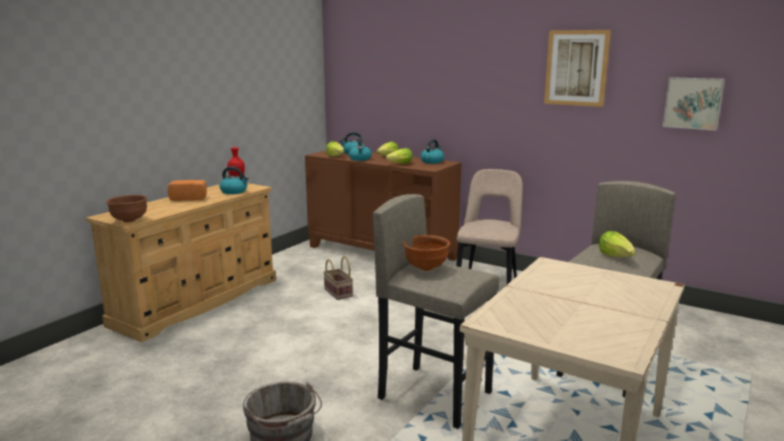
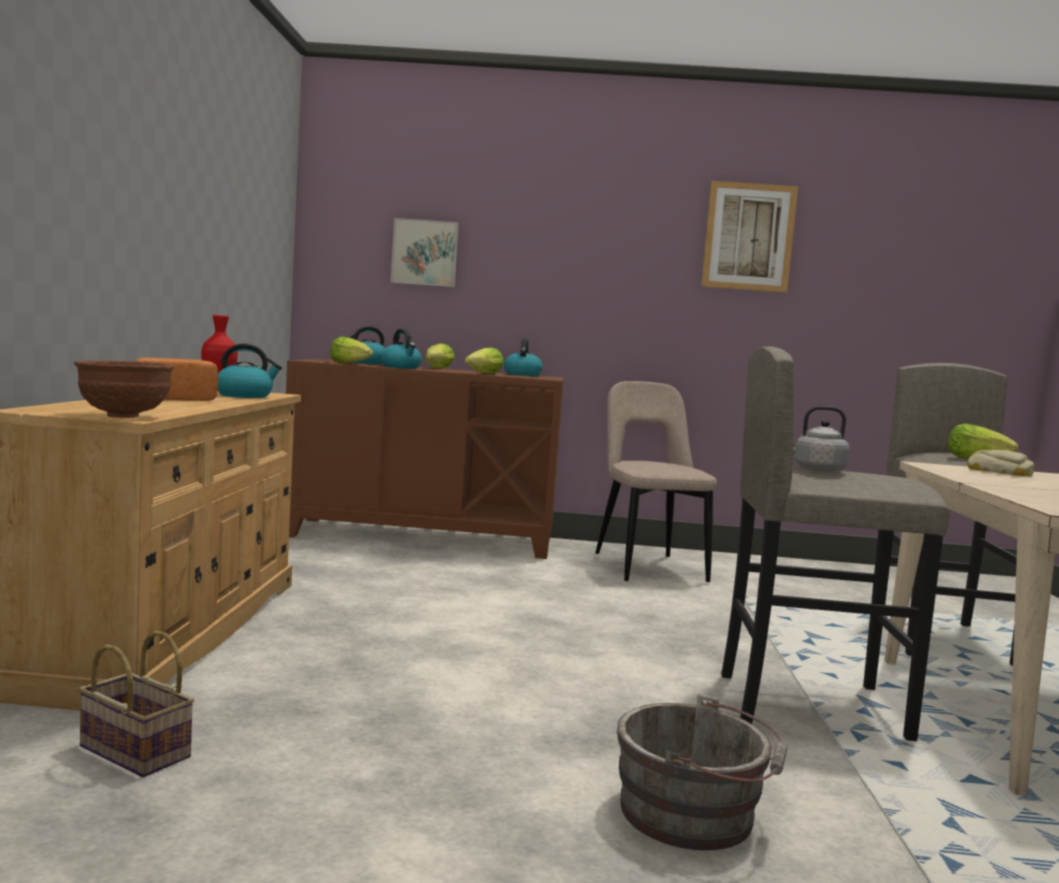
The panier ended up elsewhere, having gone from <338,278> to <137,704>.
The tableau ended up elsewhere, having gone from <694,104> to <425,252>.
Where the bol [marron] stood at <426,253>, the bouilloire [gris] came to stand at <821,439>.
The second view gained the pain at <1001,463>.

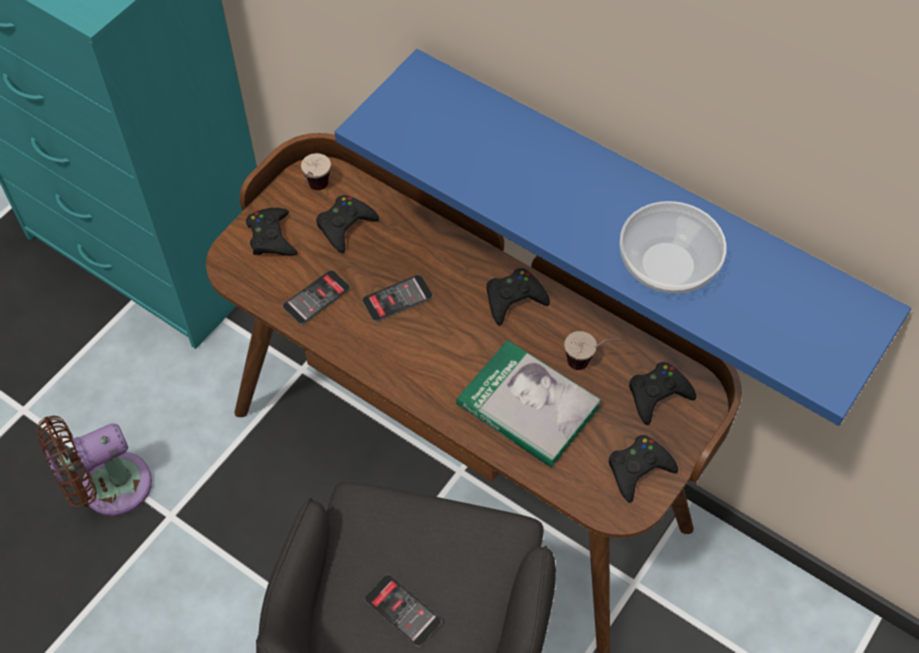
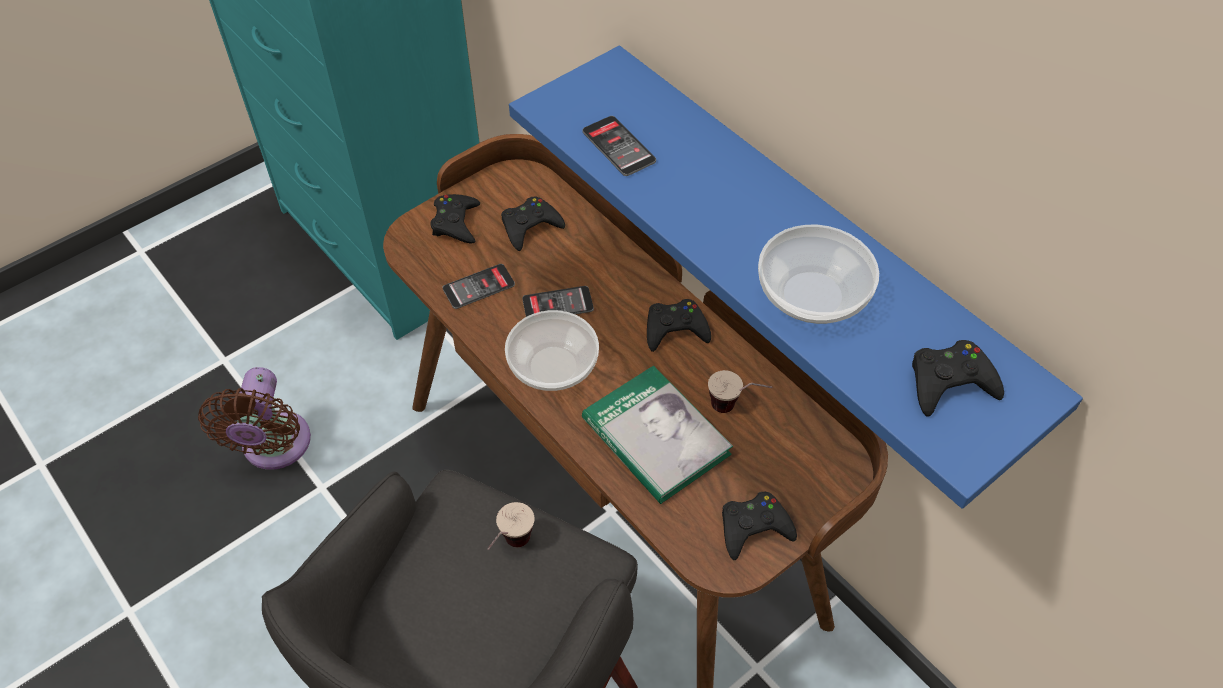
The ventilateur [marron] at <94,466> ended up facing another way, 75 degrees counterclockwise from before.
The tasse ended up elsewhere, having gone from <316,171> to <511,526>.
The second view gained the bol at <552,350>.
The téléphone ended up elsewhere, having gone from <403,611> to <619,146>.
The manette [noir] ended up elsewhere, having gone from <662,393> to <958,378>.

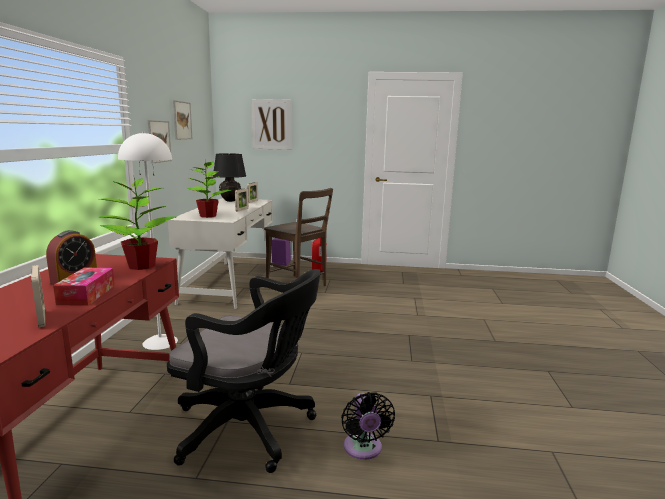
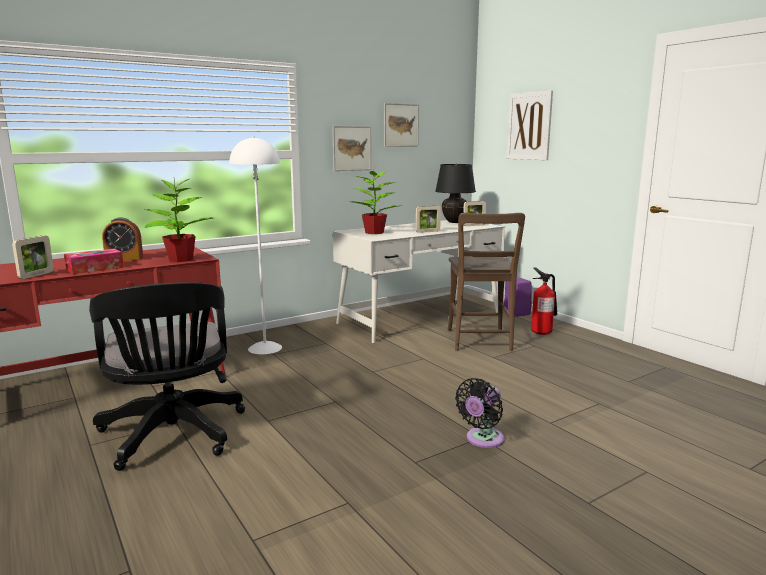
The ventilateur [noir] ended up elsewhere, having gone from <368,426> to <480,413>.

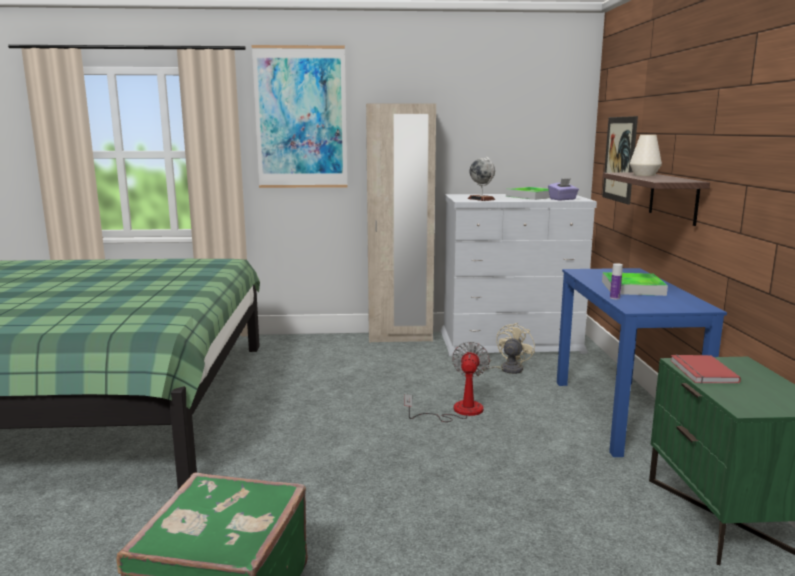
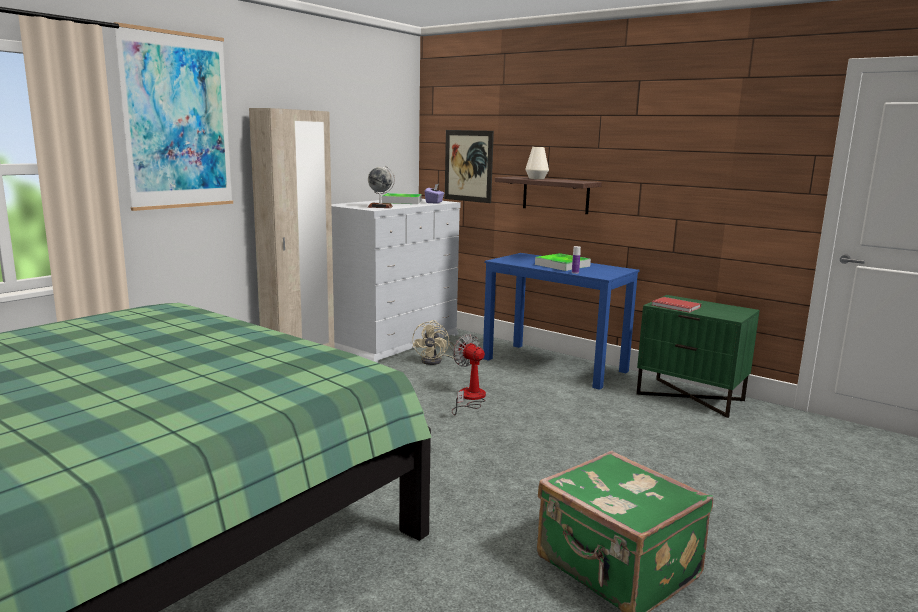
The ventilateur [beige] at <507,348> ended up facing another way, 150 degrees counterclockwise from before.

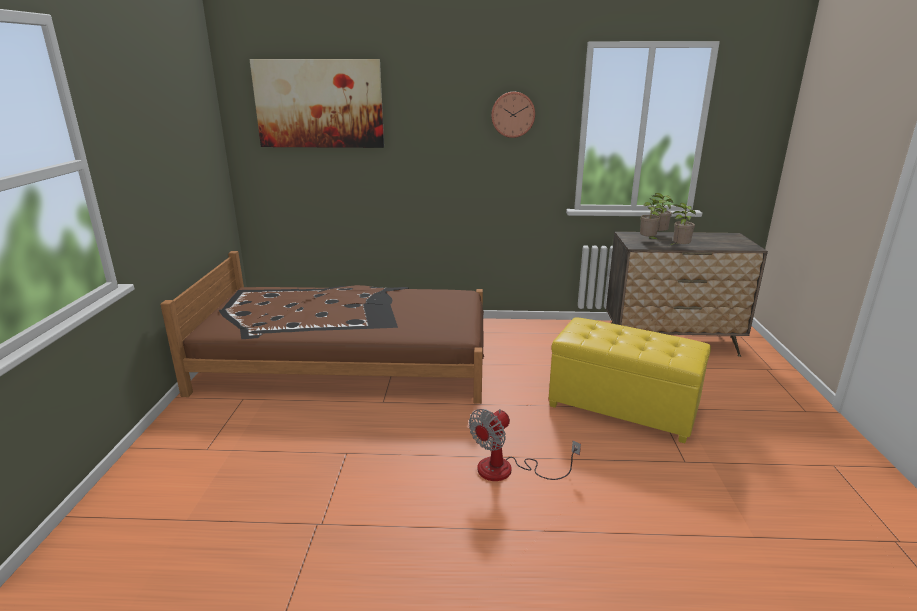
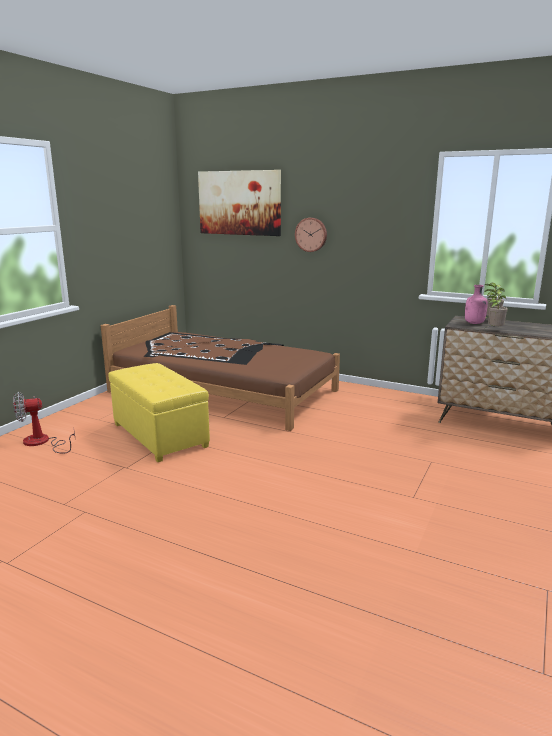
The ventilateur ended up elsewhere, having gone from <525,445> to <44,422>.
The pouf [jaune] ended up elsewhere, having gone from <630,380> to <159,412>.
The horloge murale ended up elsewhere, having gone from <513,115> to <311,235>.
Where the plante en pot stood at <653,218>, the bouteille [rose] came to stand at <476,304>.

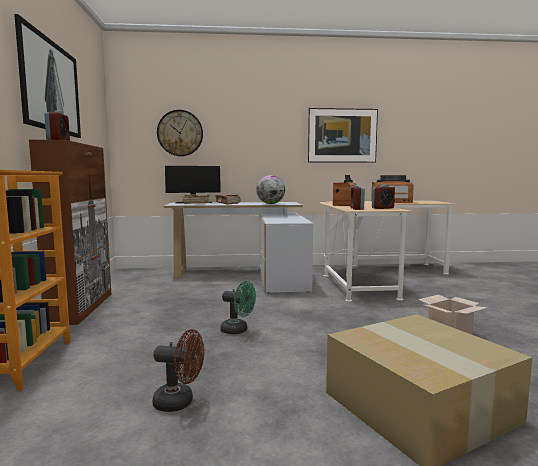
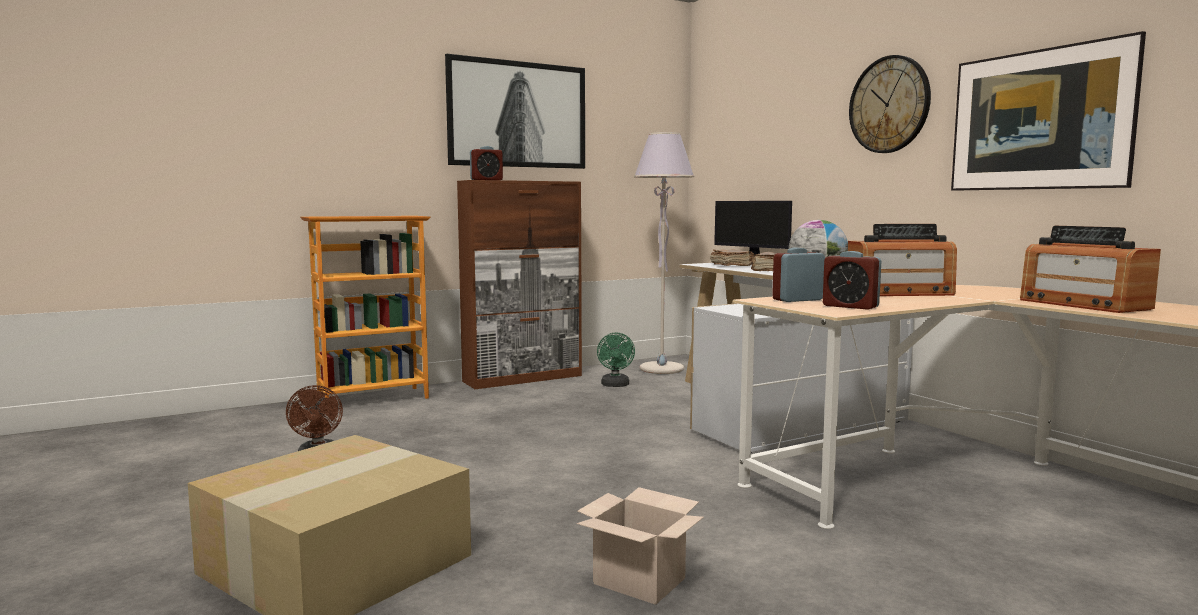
The ventilateur [vert] ended up elsewhere, having gone from <238,307> to <616,360>.
The second view gained the lampadaire [gris] at <664,253>.
The horloge murale ended up elsewhere, having gone from <180,133> to <890,104>.

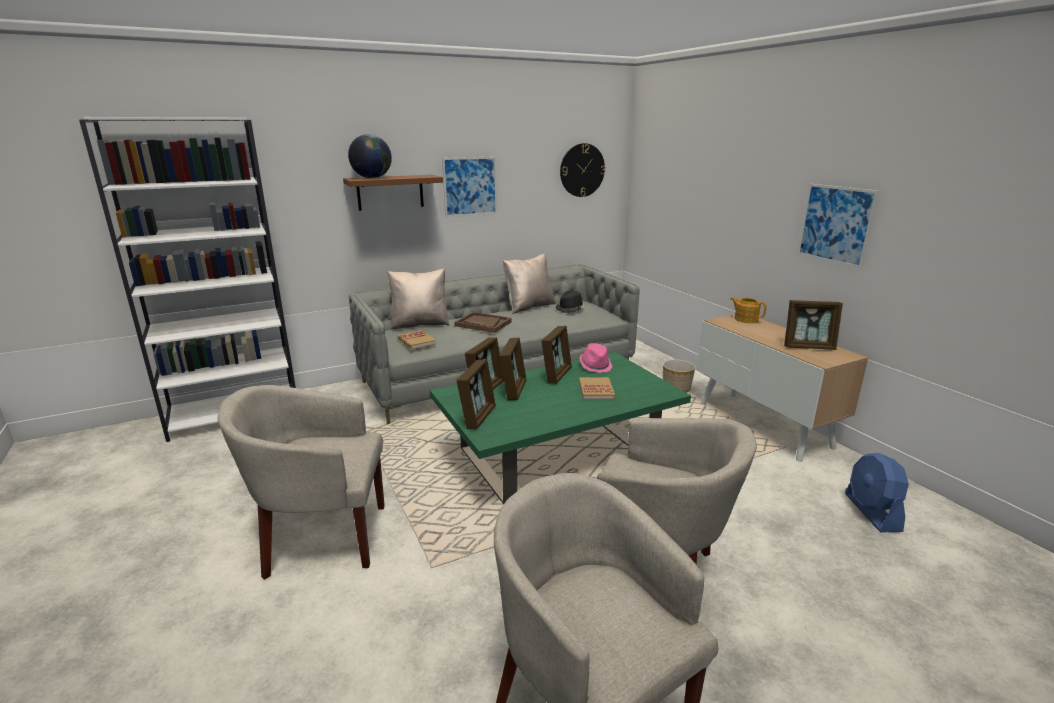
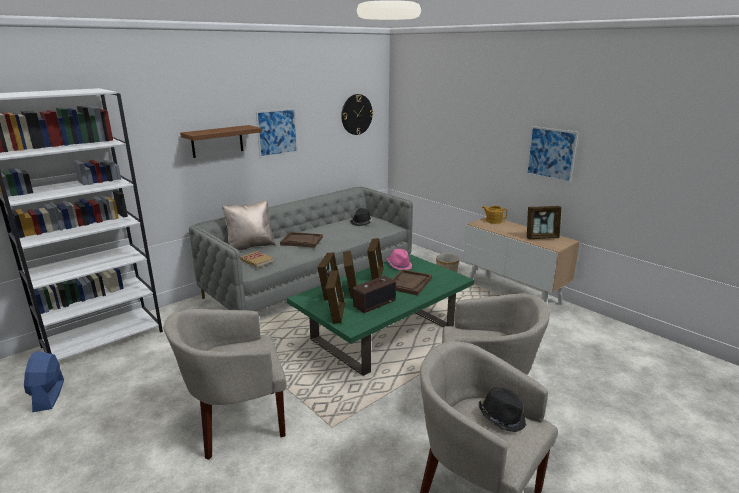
The ventilateur [bleu] ended up elsewhere, having gone from <877,492> to <44,381>.
The second view gained the radio at <374,294>.
Where the livre stood at <597,388>, the plateau [marron] came to stand at <412,282>.
The second view gained the chapeau [noir] at <502,409>.
The second view lost the globe at <370,156>.
The second view lost the coussin [beige] at <529,284>.

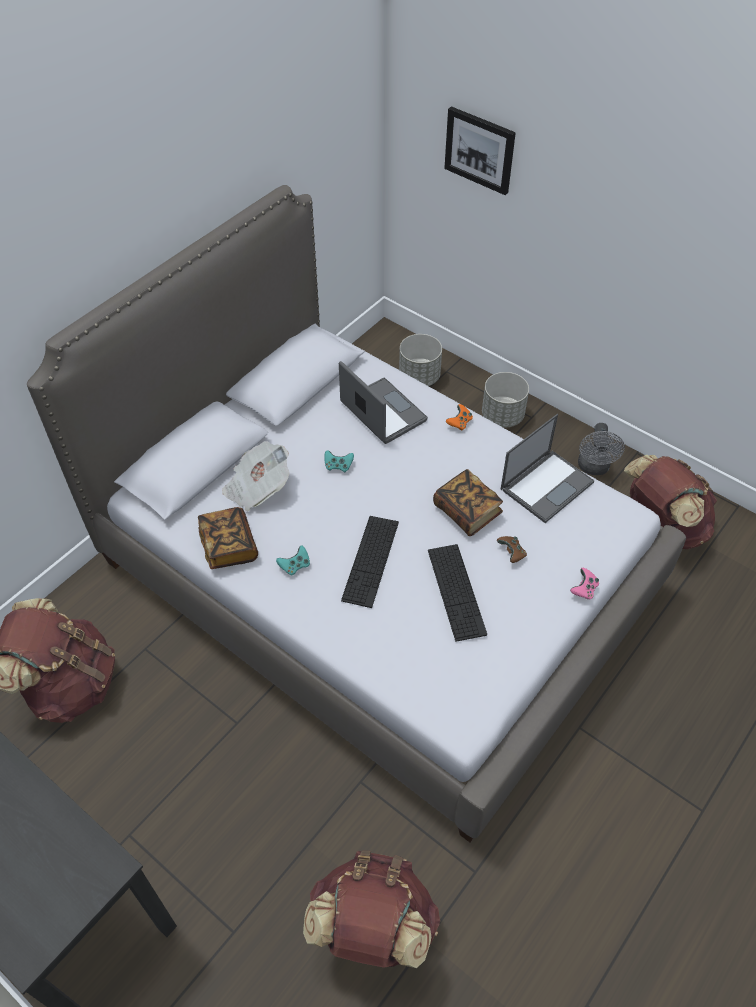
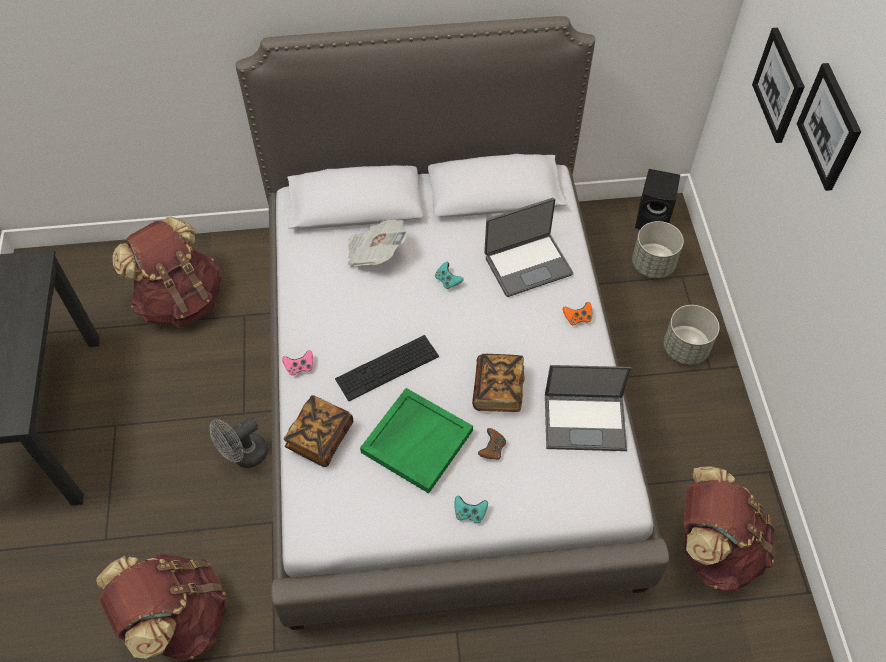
The ventilateur [gris] ended up elsewhere, having gone from <601,449> to <238,442>.
The manette [rose] ended up elsewhere, having gone from <584,583> to <297,363>.
The livre ended up elsewhere, having gone from <228,538> to <318,431>.
Where the clavier stood at <457,593>, the plateau [vert] came to stand at <416,440>.
The manette [turquoise] ended up elsewhere, having gone from <293,560> to <471,509>.
The ordinateur portable at <383,402> ended up facing another way, 60 degrees clockwise from before.
The second view gained the enceinte [noir] at <657,199>.
The second view gained the tableau at <829,127>.

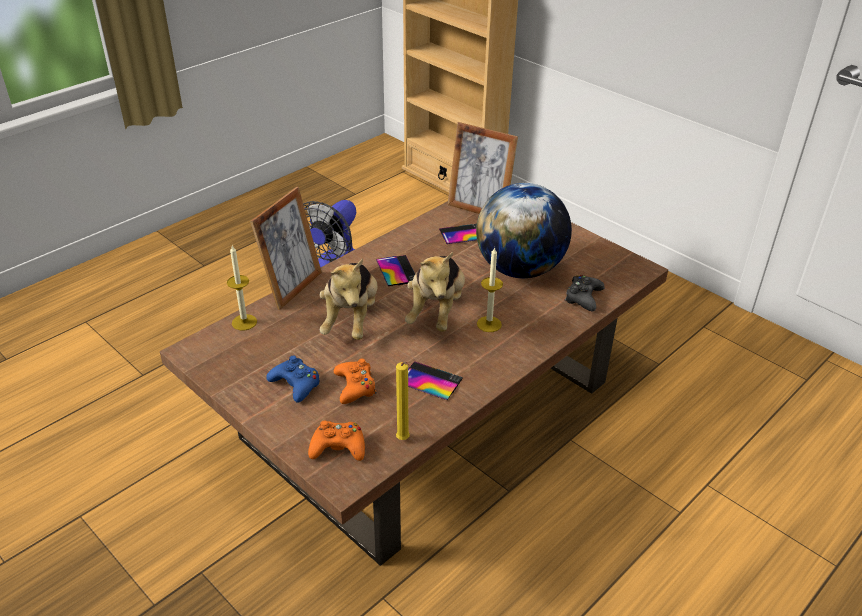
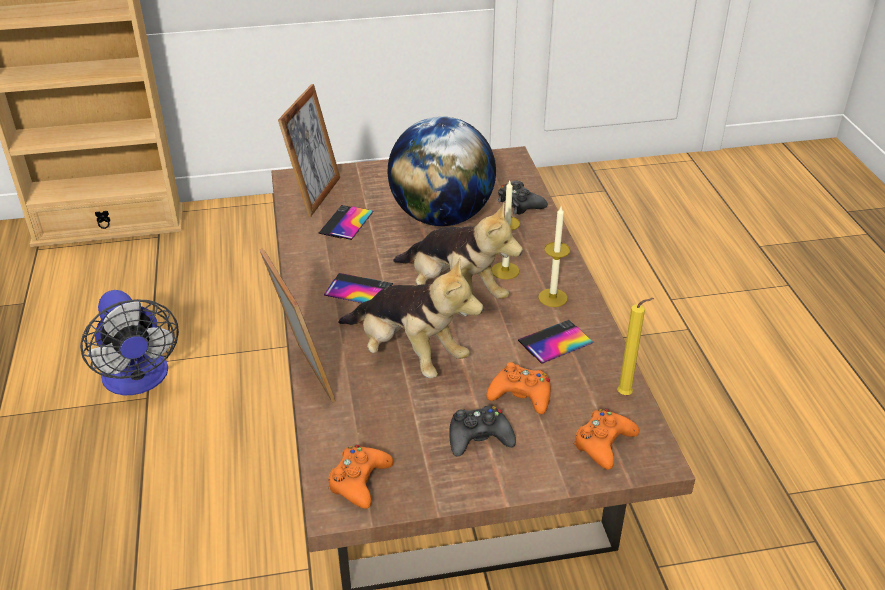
The cadre photo at <483,168> ended up facing another way, 45 degrees counterclockwise from before.
The second view gained the manette [orange] at <360,477>.
What was the manette [bleu] at <293,379> turned into the manette [noir] at <482,431>.
The bougie ended up elsewhere, having gone from <242,287> to <554,257>.

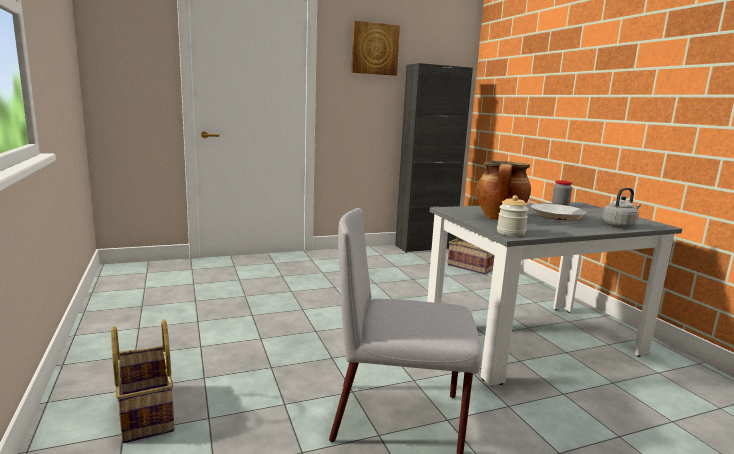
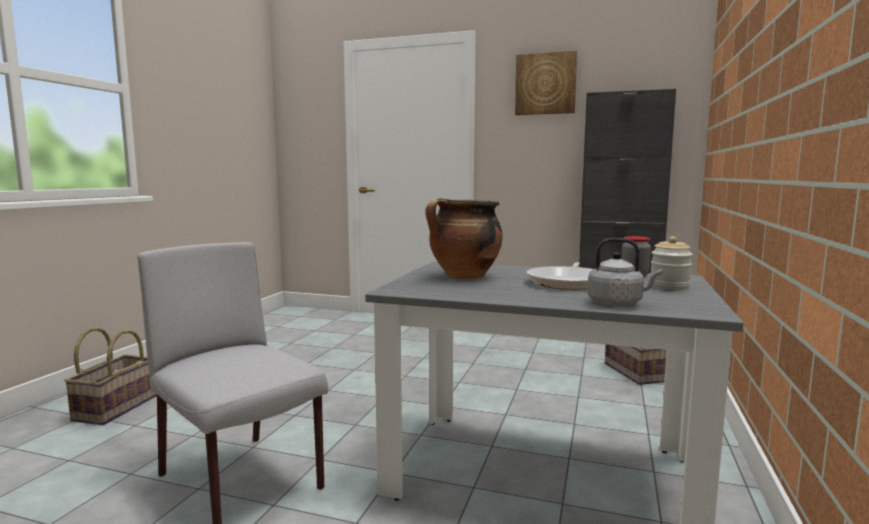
The bocal ended up elsewhere, having gone from <513,215> to <672,263>.

